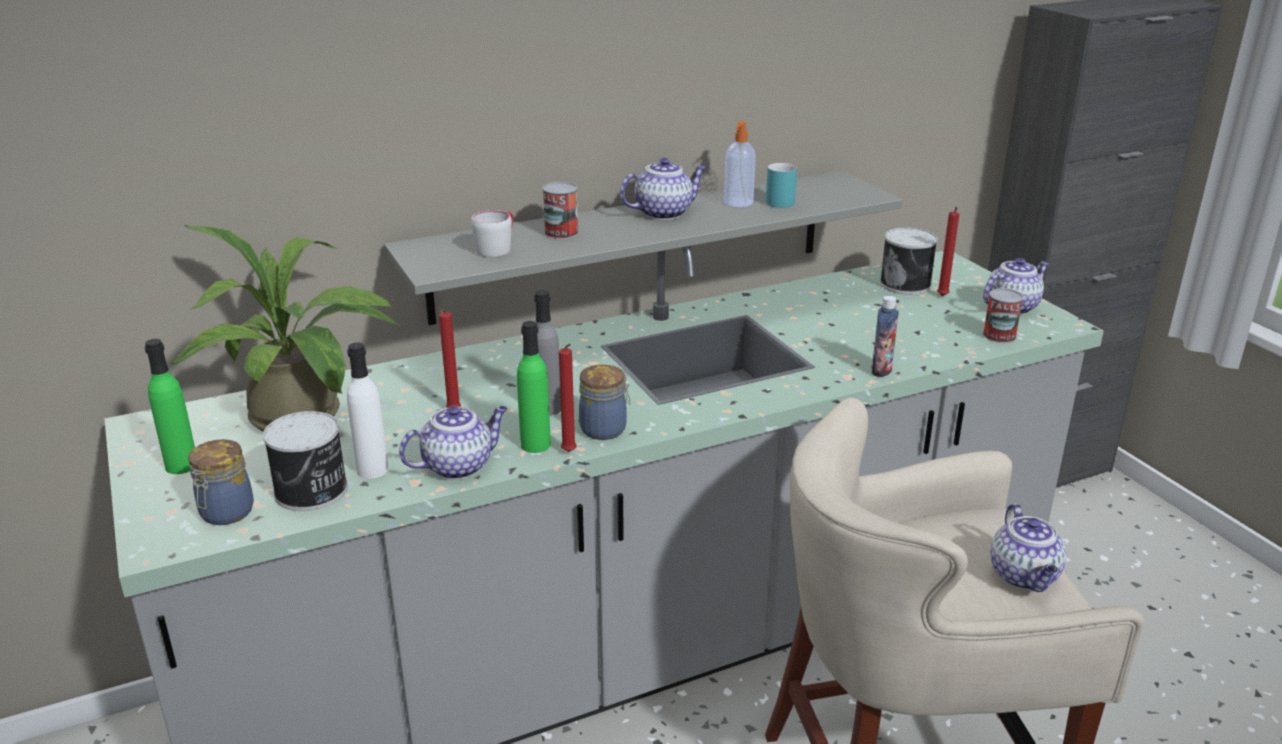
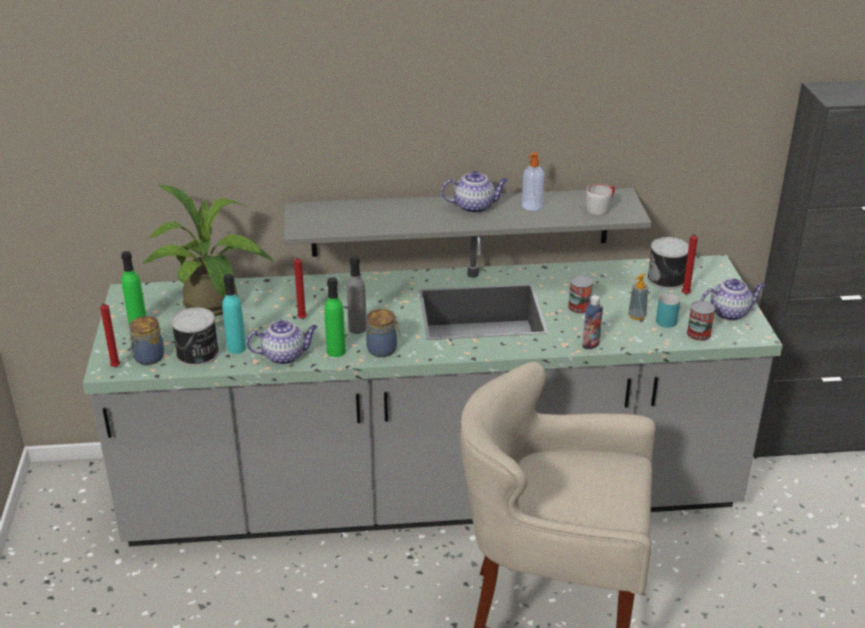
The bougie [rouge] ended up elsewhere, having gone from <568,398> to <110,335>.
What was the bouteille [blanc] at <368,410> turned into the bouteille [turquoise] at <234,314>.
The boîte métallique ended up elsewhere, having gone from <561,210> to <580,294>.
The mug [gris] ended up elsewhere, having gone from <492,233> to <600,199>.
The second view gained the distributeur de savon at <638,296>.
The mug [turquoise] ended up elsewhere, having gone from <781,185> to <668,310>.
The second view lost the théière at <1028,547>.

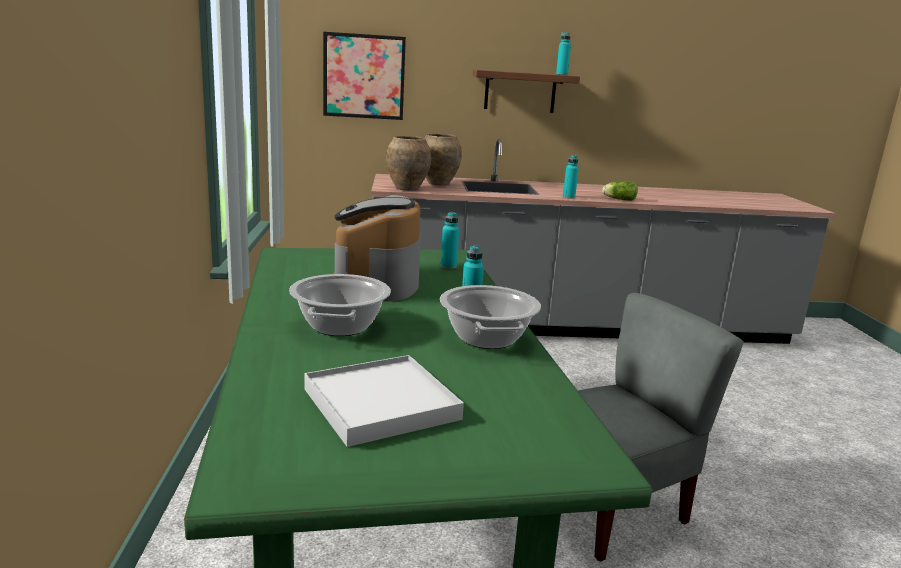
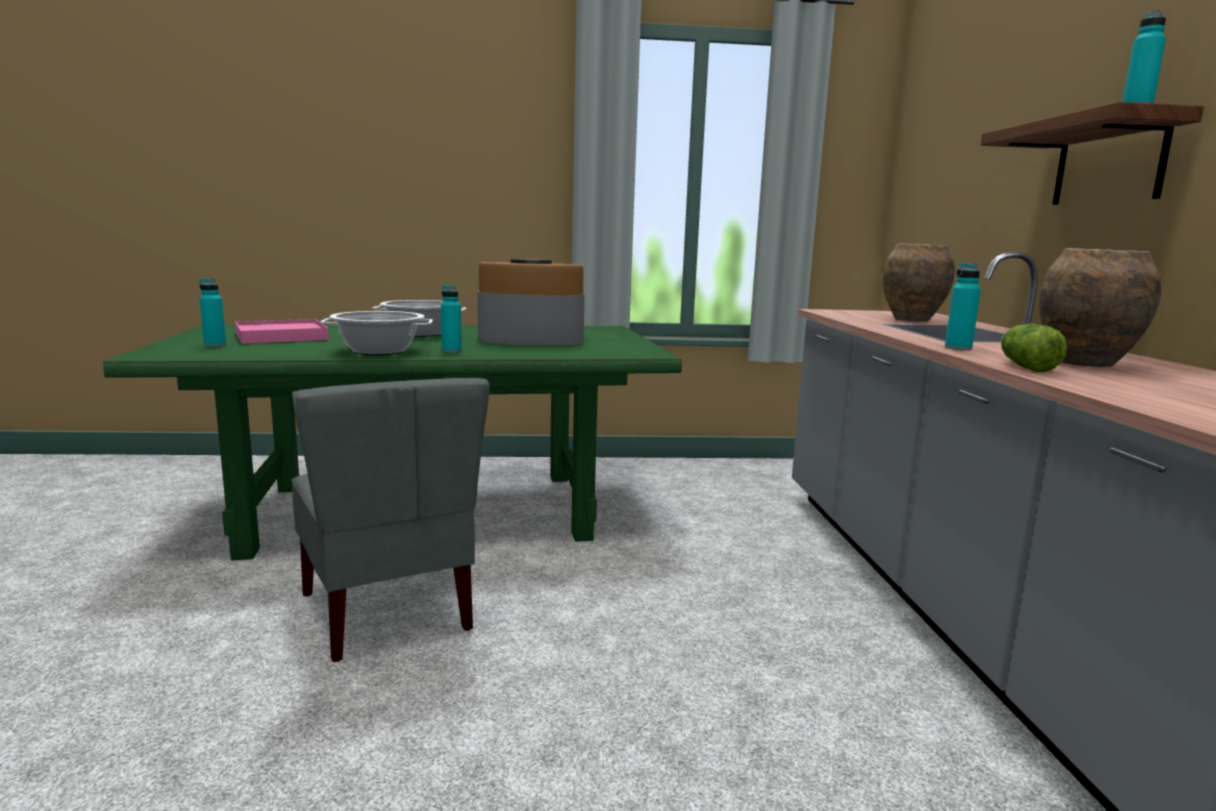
The bouteille [turquoise] ended up elsewhere, having gone from <450,240> to <212,312>.
What was the plateau [blanc] at <384,401> turned into the plateau [rose] at <282,331>.
The vase [marron] ended up elsewhere, having gone from <408,163> to <1100,307>.
The second view lost the tableau at <364,76>.

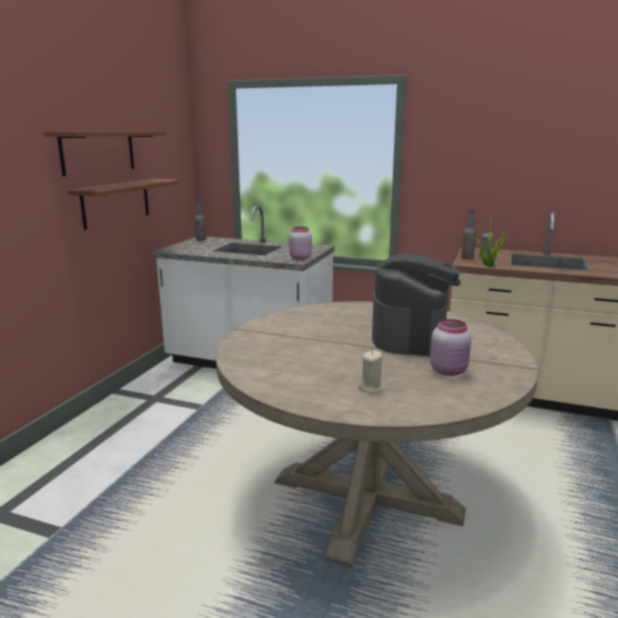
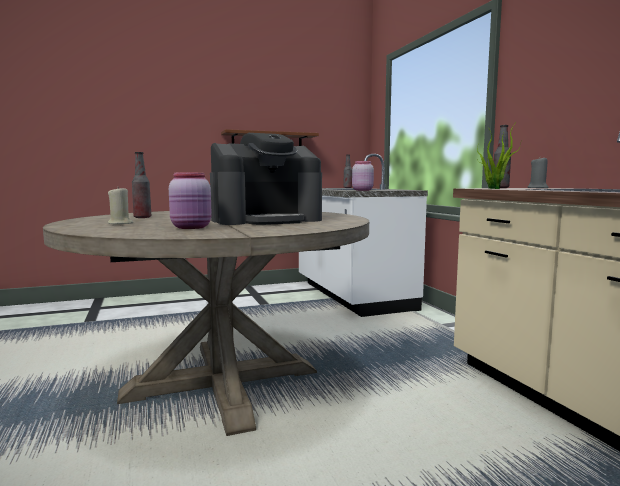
The second view gained the bouteille at <141,185>.
The second view lost the étagère [marron] at <105,153>.

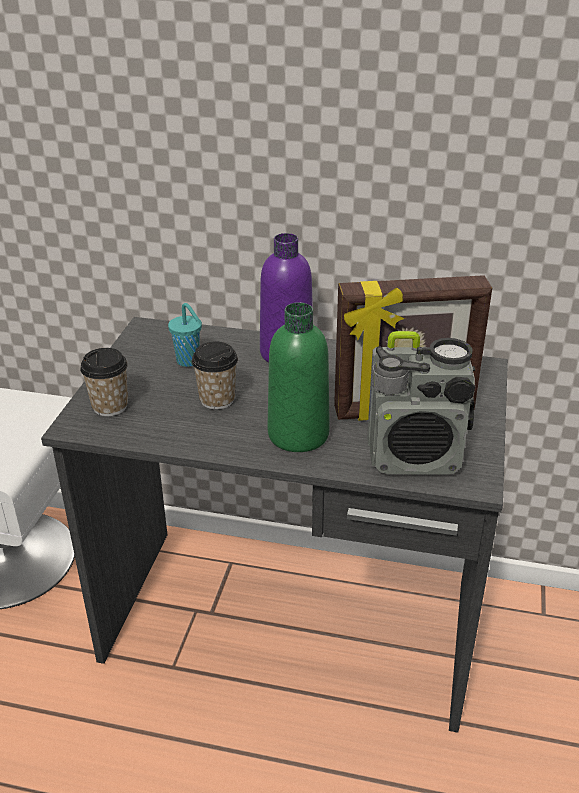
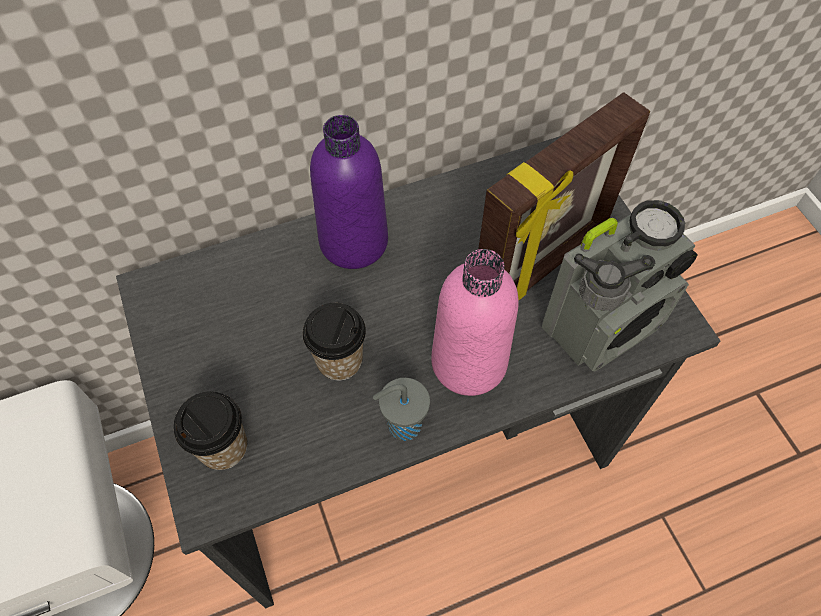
The second view gained the tasse [gris] at <401,409>.
What was the bouteille [vert] at <299,377> turned into the bouteille [rose] at <475,322>.
The second view lost the tasse [turquoise] at <185,335>.

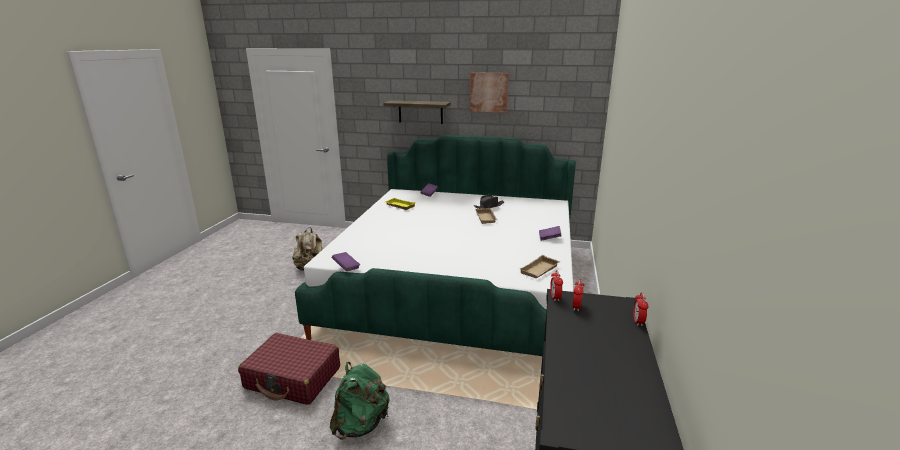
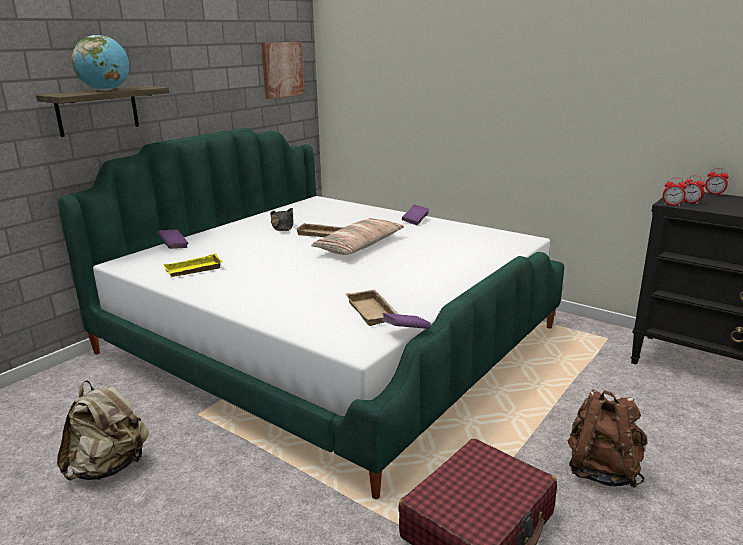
The second view gained the globe at <100,63>.
The tableau ended up elsewhere, having gone from <489,92> to <283,70>.
The second view gained the coussin at <357,236>.
The plateau [beige] ended up elsewhere, having gone from <540,266> to <372,307>.
What was the sac à dos [vert] at <359,401> turned into the sac à dos [marron] at <607,438>.

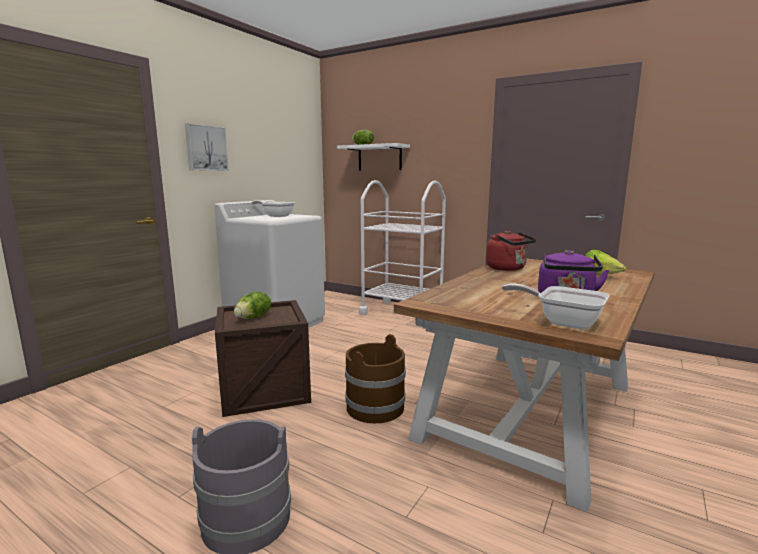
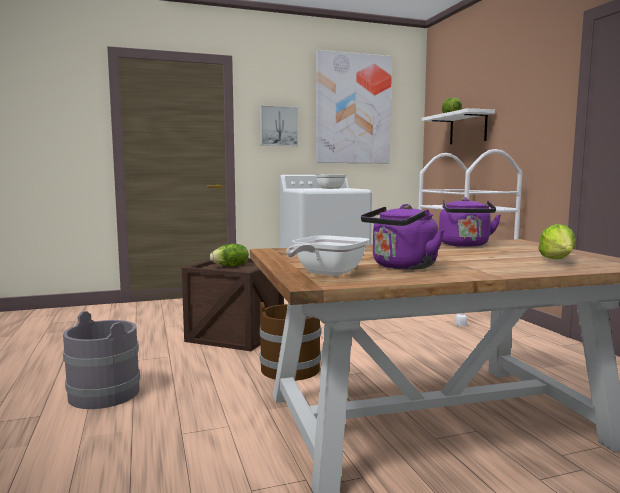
The poêle at <556,306> ended up facing another way, 135 degrees counterclockwise from before.
The second view gained the tableau at <354,106>.
What was the bouilloire [rouge] at <511,251> turned into the bouilloire [violet] at <470,222>.

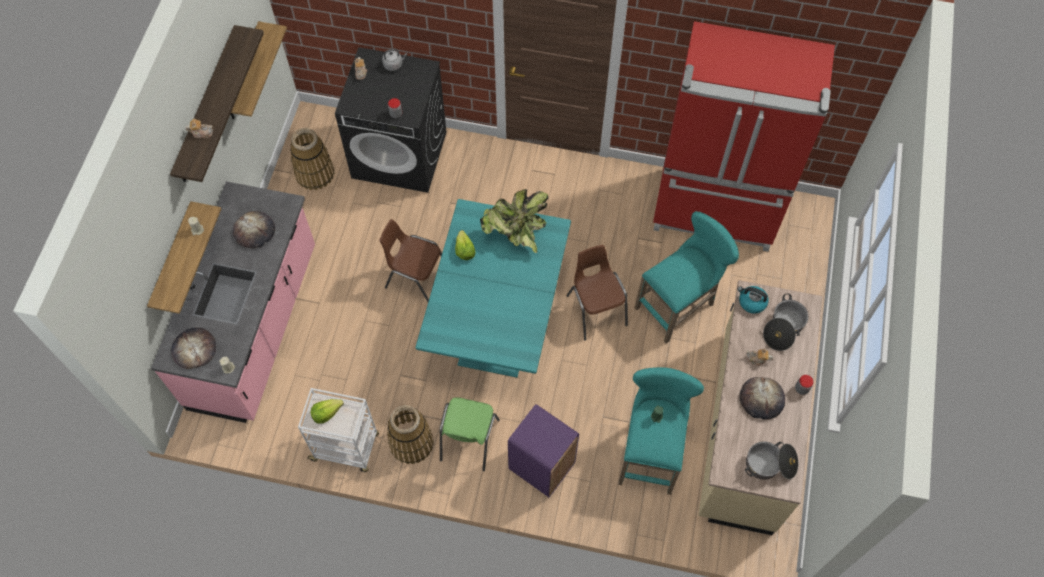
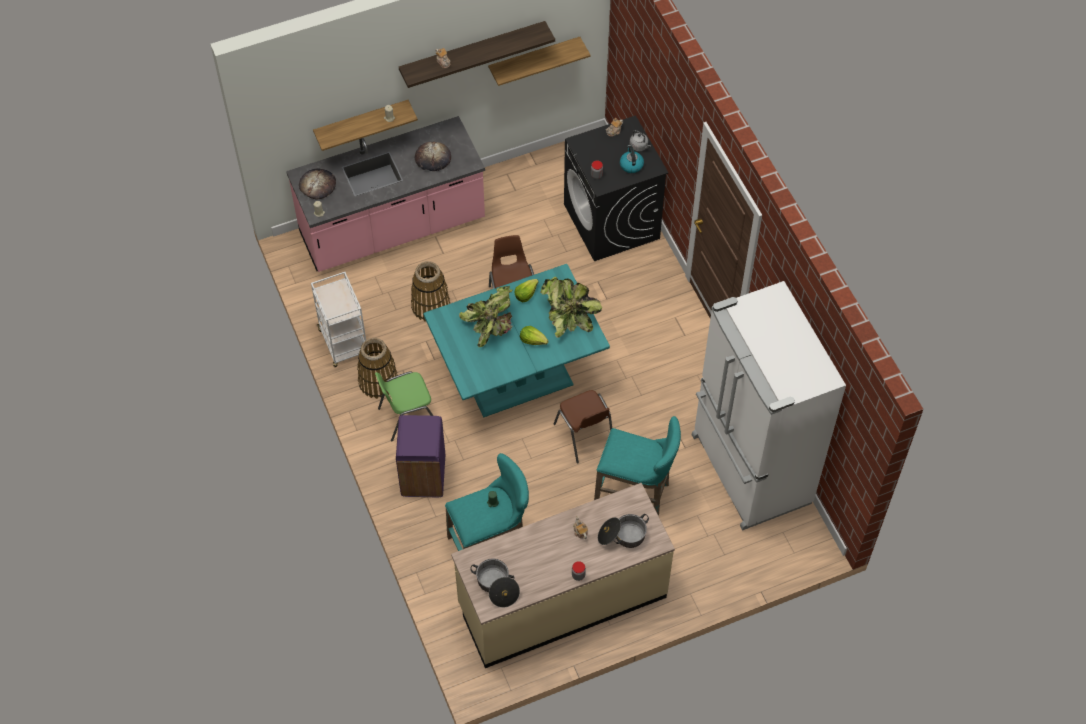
The panier ended up elsewhere, having gone from <312,159> to <430,291>.
The second view gained the plante en pot at <486,316>.
The laitue ended up elsewhere, having gone from <327,411> to <534,335>.
The chaise [marron] at <597,293> ended up facing another way, 120 degrees clockwise from before.
The bouilloire ended up elsewhere, having gone from <753,300> to <632,159>.
What was the réfrigérateur [rouge] at <744,136> turned into the réfrigérateur [blanc] at <769,406>.
The second view lost the pain at <762,398>.

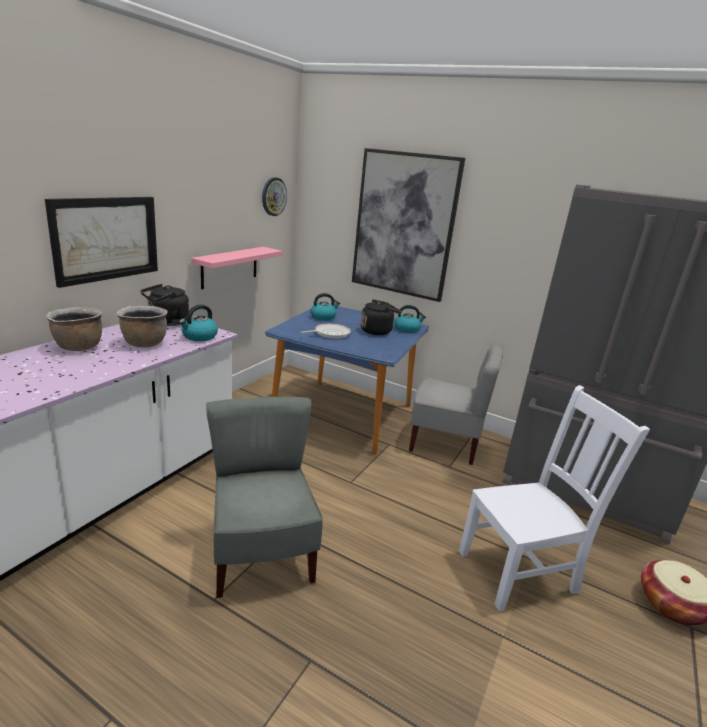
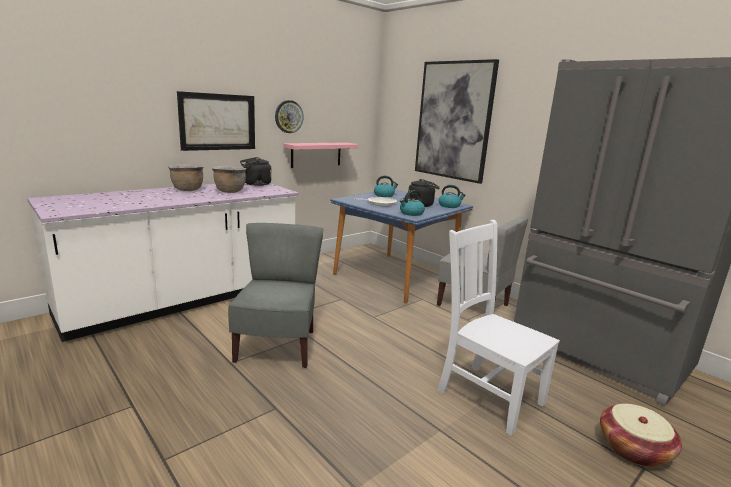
The horloge murale ended up elsewhere, having gone from <274,196> to <289,116>.
The bouilloire ended up elsewhere, having gone from <198,322> to <412,203>.
The chaise [blanc] at <554,498> ended up facing another way, 135 degrees counterclockwise from before.

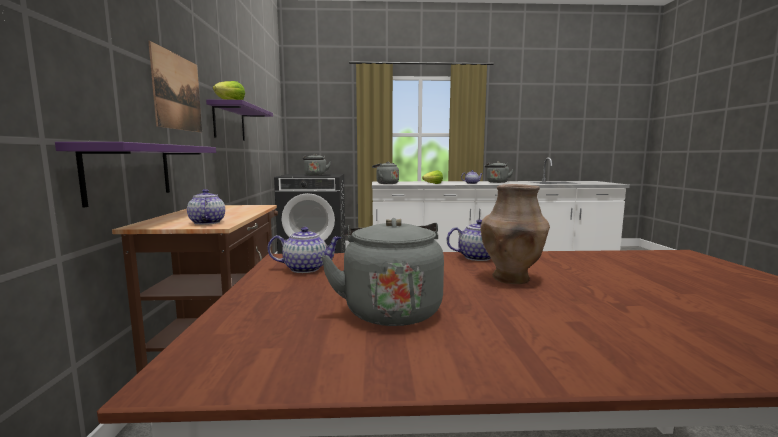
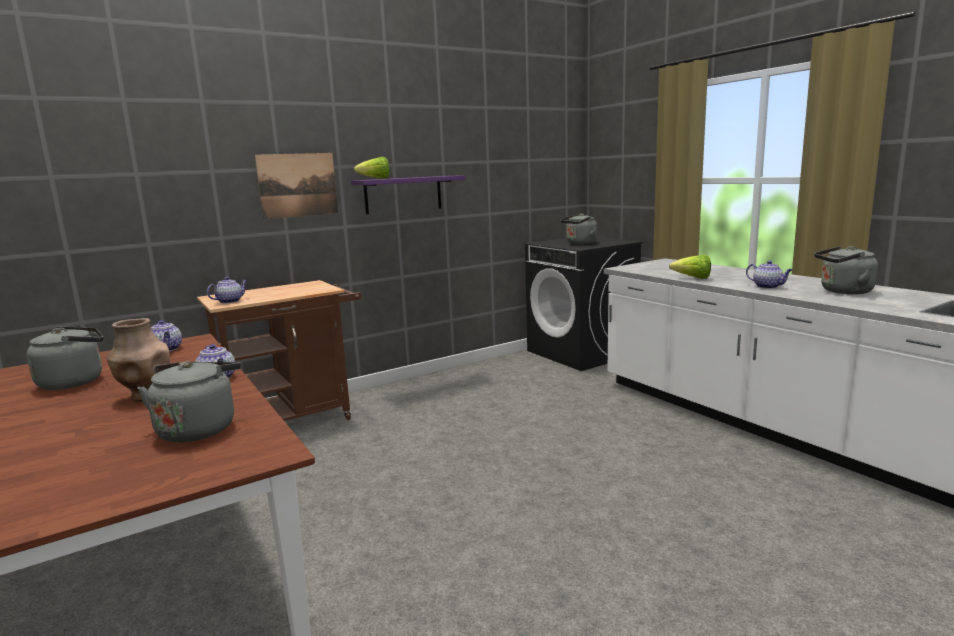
The bouilloire [gris] ended up elsewhere, having gone from <385,173> to <189,401>.
The second view lost the étagère [violet] at <135,174>.

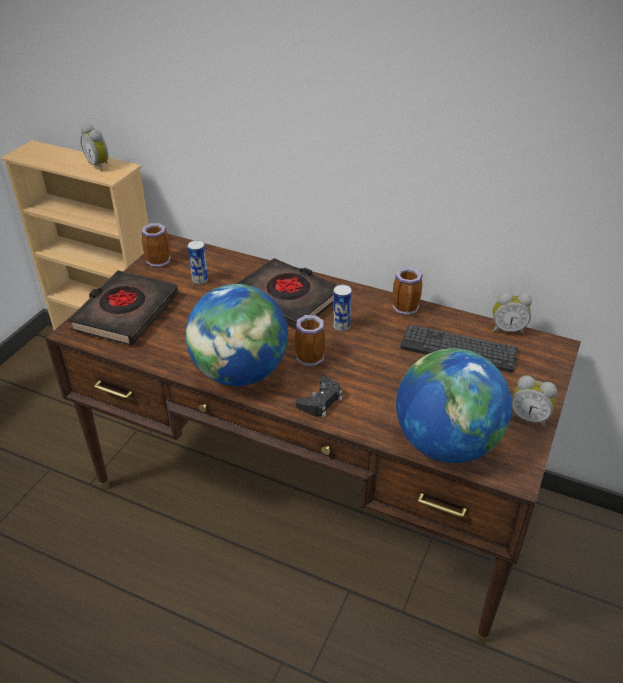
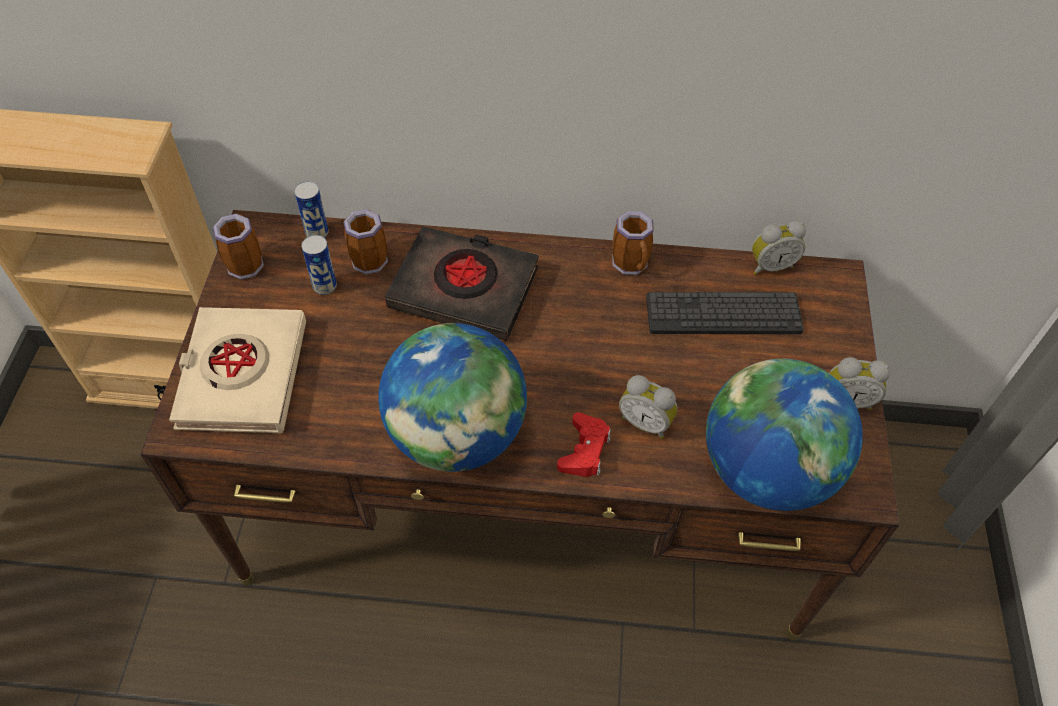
What was the livre [noir] at <123,308> turned into the livre [beige] at <237,370>.
The boîte métallique ended up elsewhere, having gone from <342,308> to <311,209>.
The mug ended up elsewhere, having gone from <310,340> to <365,242>.
What was the manette [noir] at <319,396> turned into the manette [rouge] at <584,444>.
The réveil ended up elsewhere, having gone from <94,147> to <648,407>.

